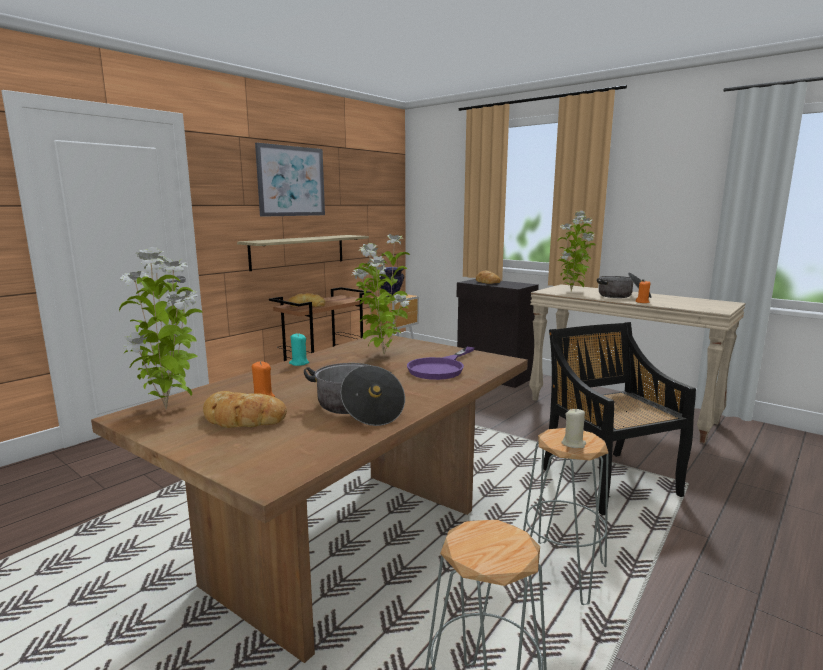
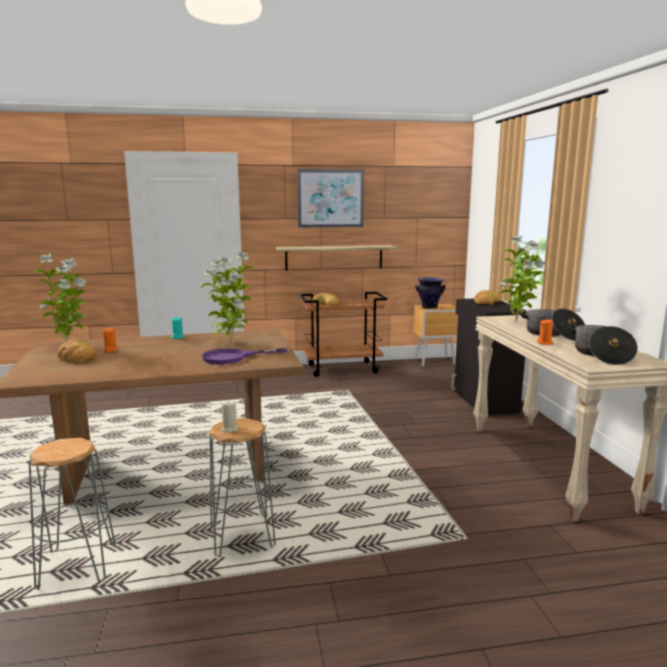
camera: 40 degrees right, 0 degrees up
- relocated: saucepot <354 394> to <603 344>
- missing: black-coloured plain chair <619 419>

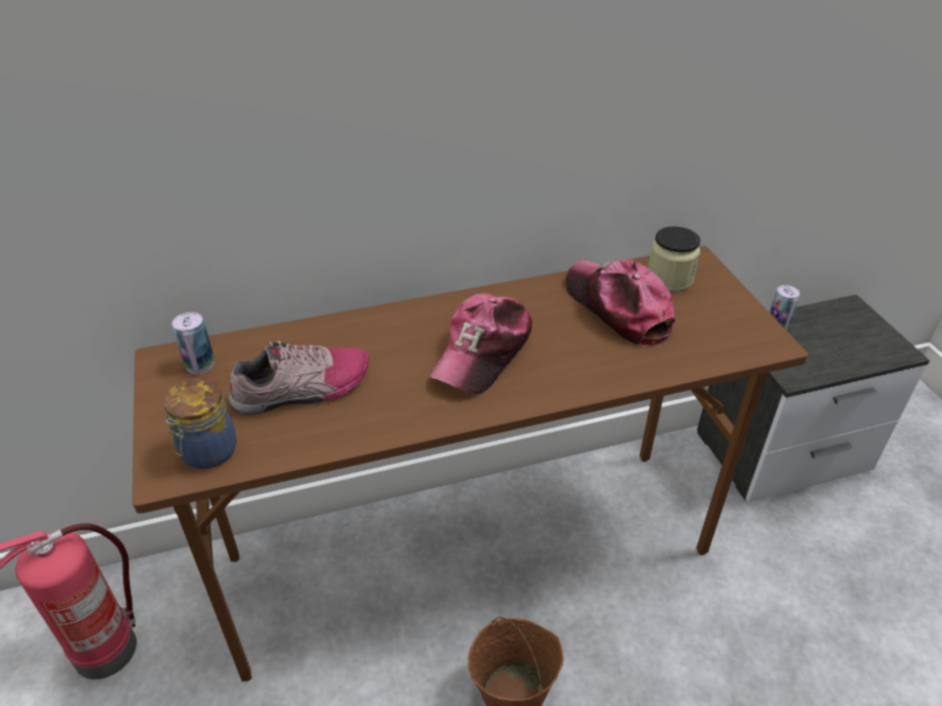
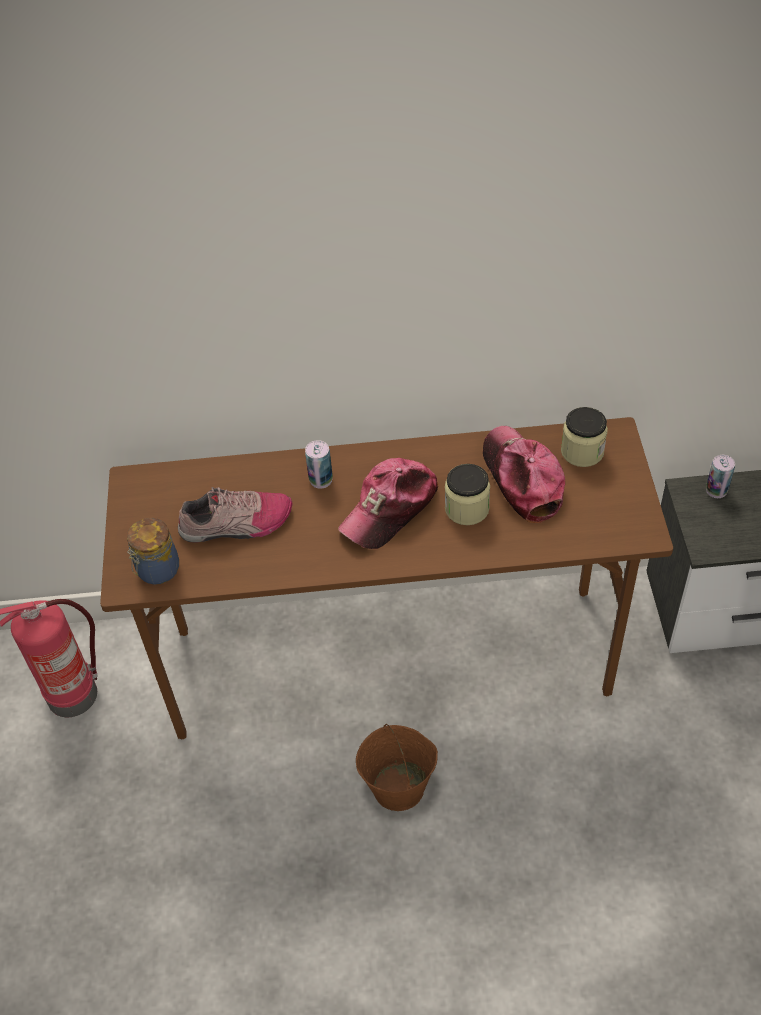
camera: 15 degrees right, 10 degrees up
- relocated: metal can <193 343> to <319 464>
- appeared: preserve jar <467 494>

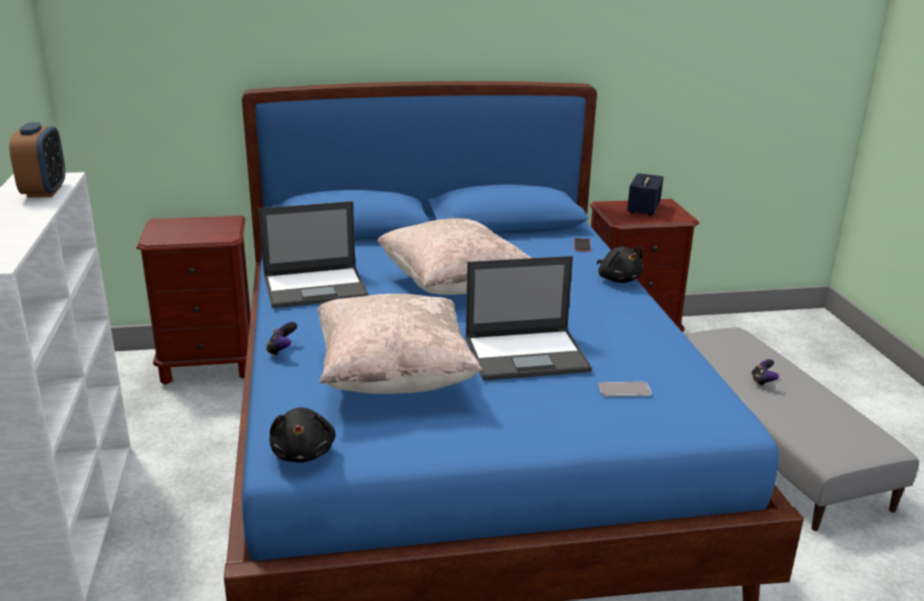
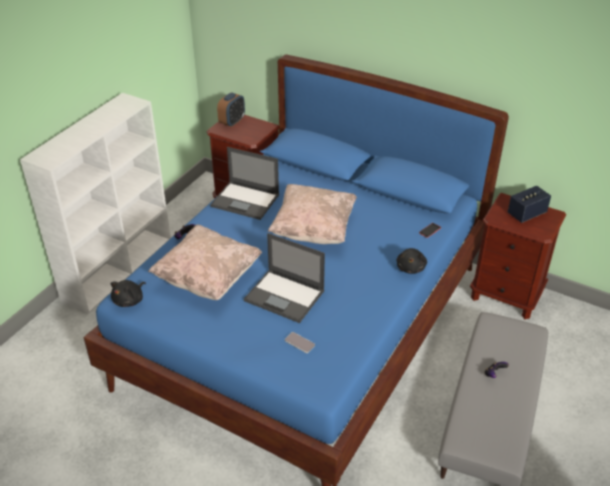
camera: 40 degrees right, 15 degrees up
- relocated: bedside clock <37 160> to <231 110>

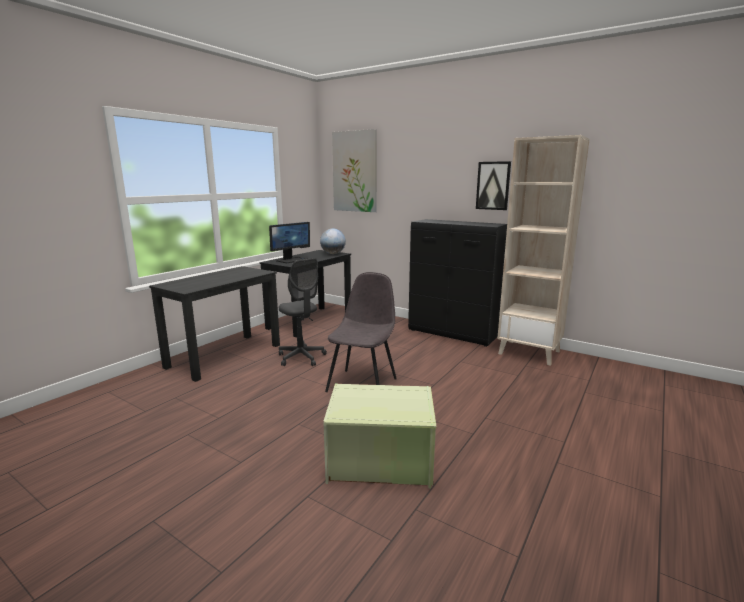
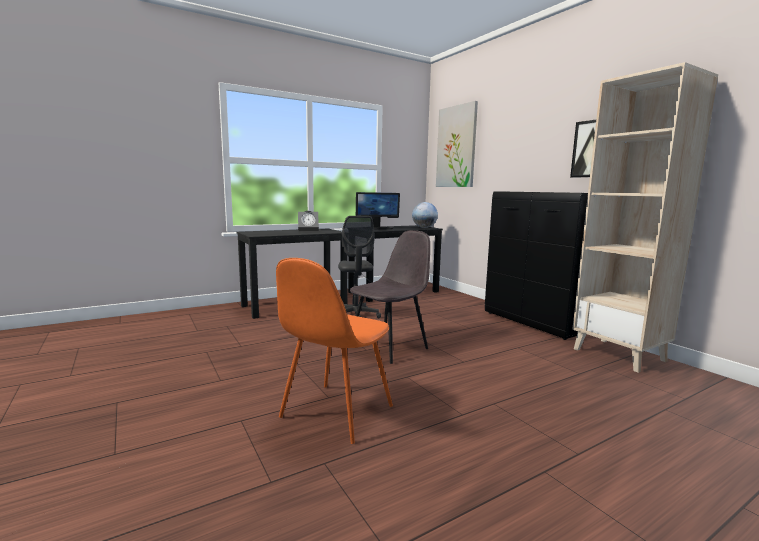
camera: 25 degrees right, 5 degrees down
- exchanged: green storage container <380 436> to orangey plain chair <334 351>
- appeared: bedside clock <308 221>

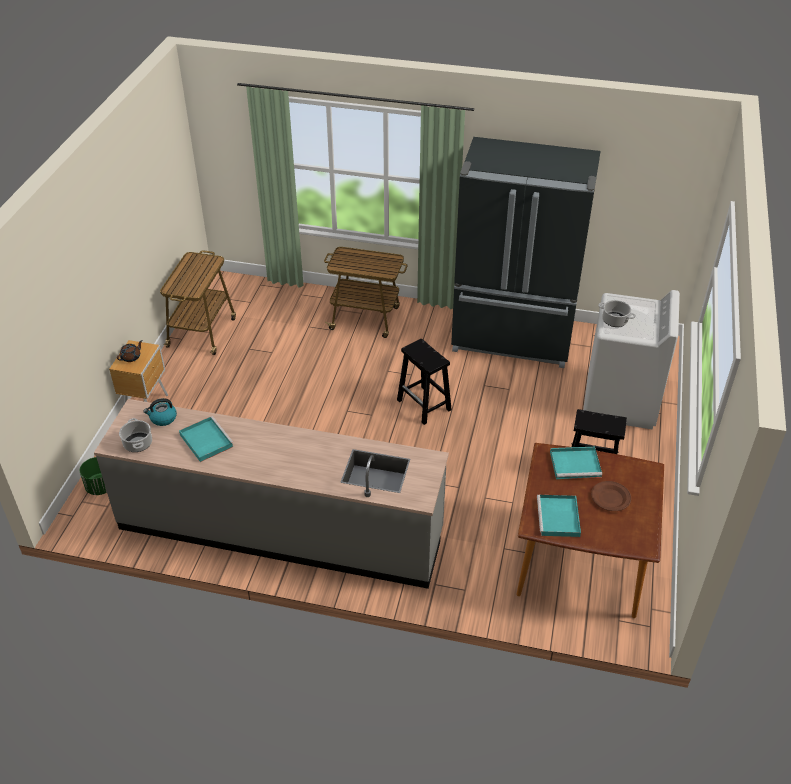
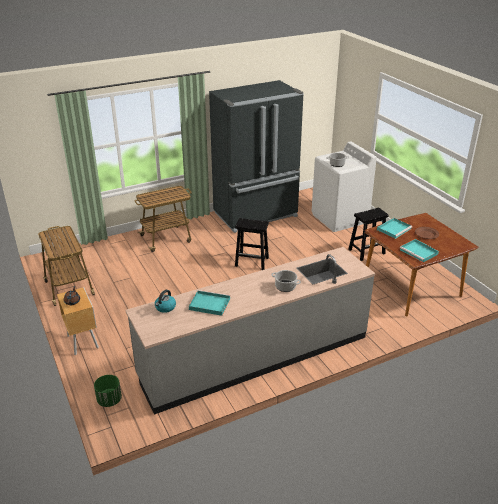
camera: 40 degrees left, 10 degrees down
- relocated: saucepot <135 435> to <286 281>

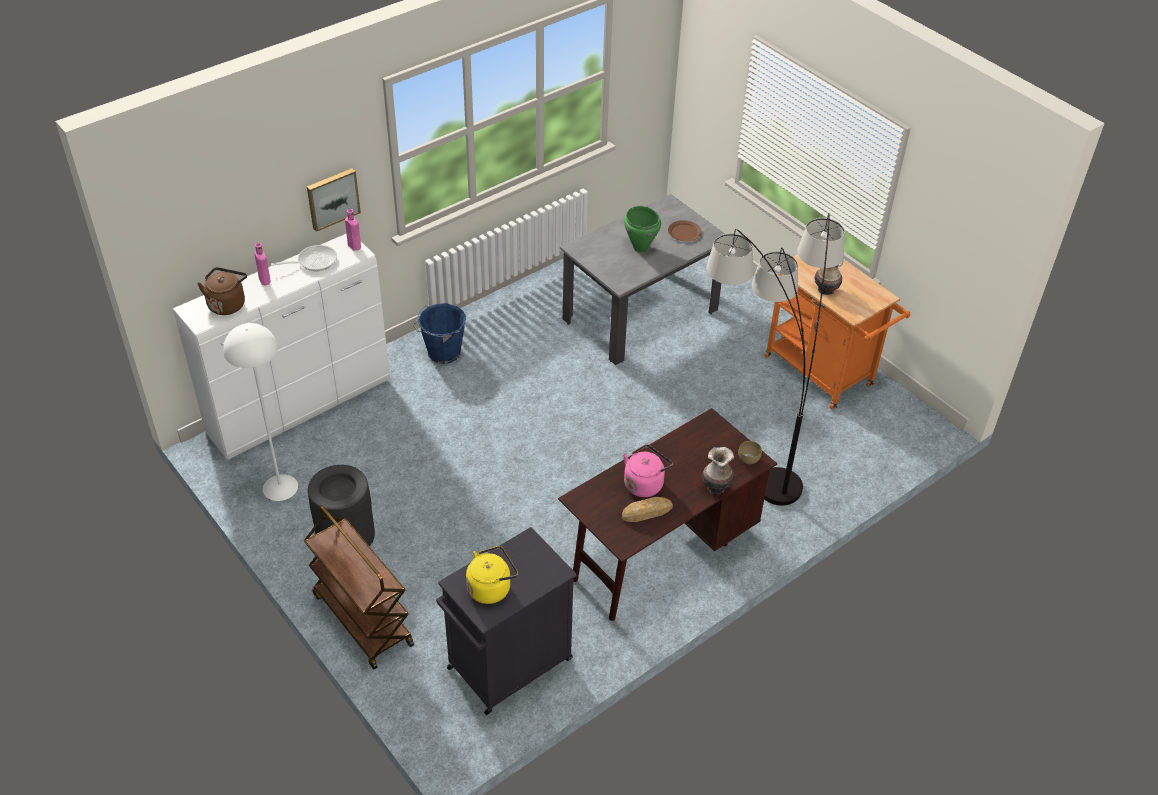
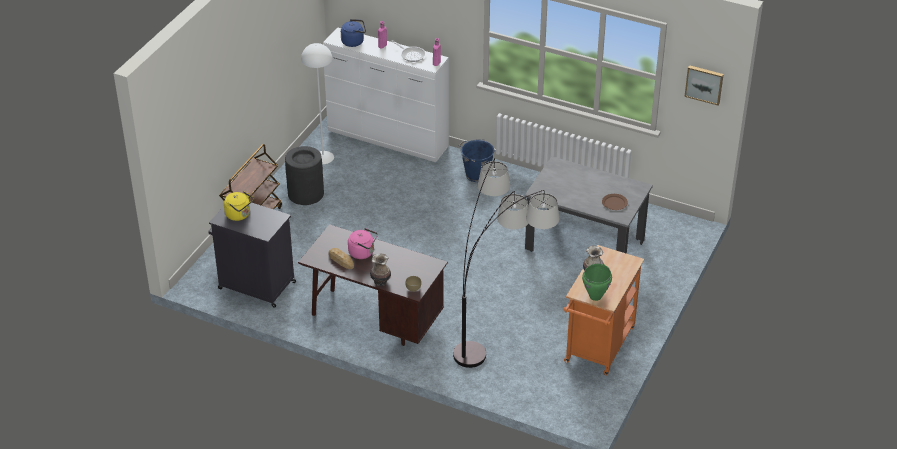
camera: 65 degrees right, 5 degrees down
- colour: brown-coloured tea kettle <222 291> to blue tea kettle <353 33>
- relocated: picture <334 200> to <704 85>
- relocated: green saucepot <642 229> to <597 282>

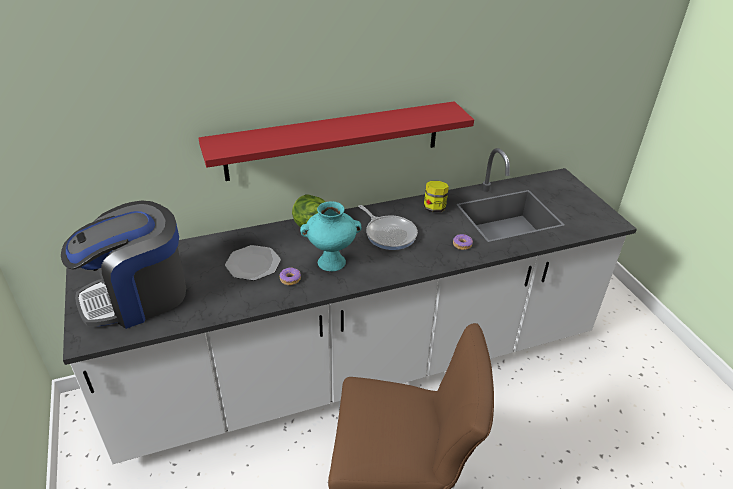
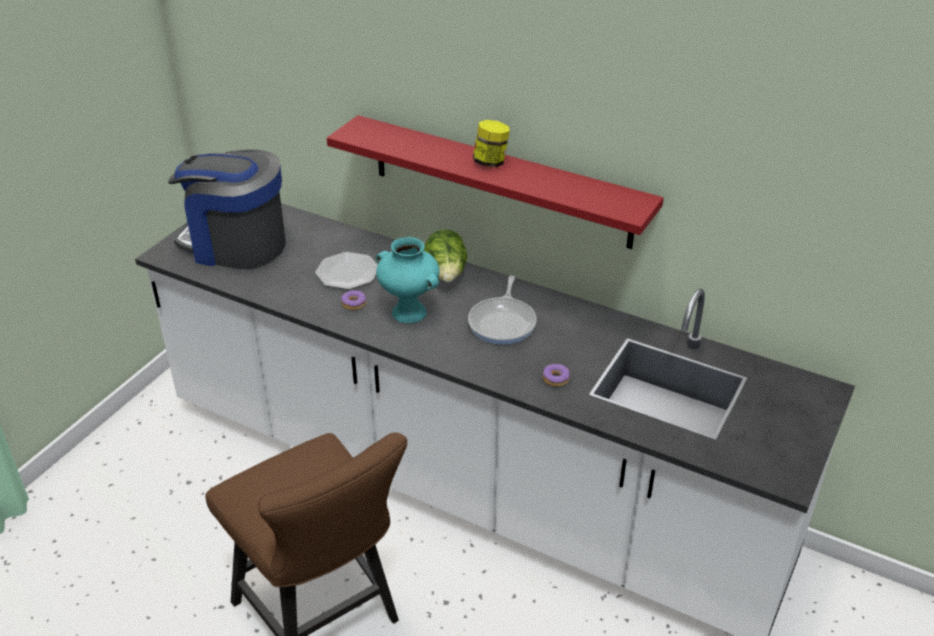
camera: 50 degrees right, 0 degrees up
- relocated: preserve jar <436 196> to <491 143>

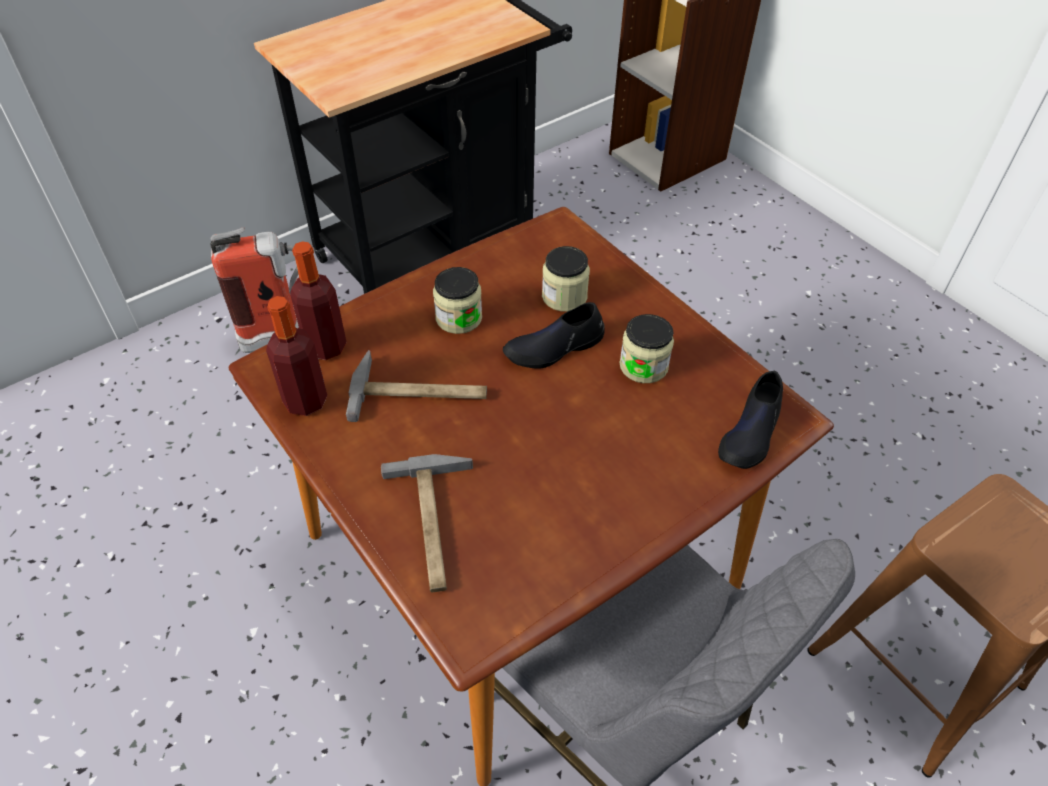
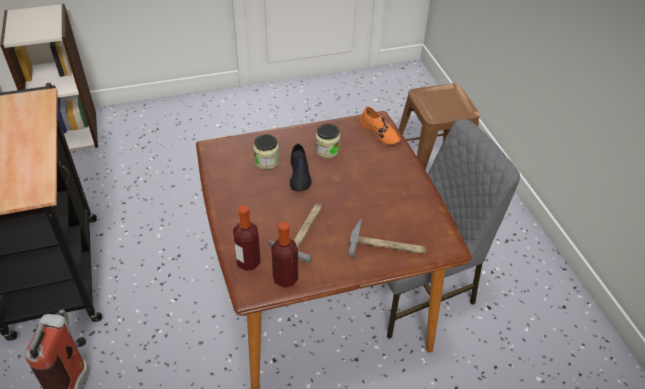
camera: 70 degrees left, 5 degrees down
- missing: preserve jar <457 300>
- colour: black-coloured low shoe <750 420> to orangey low shoe <380 125>

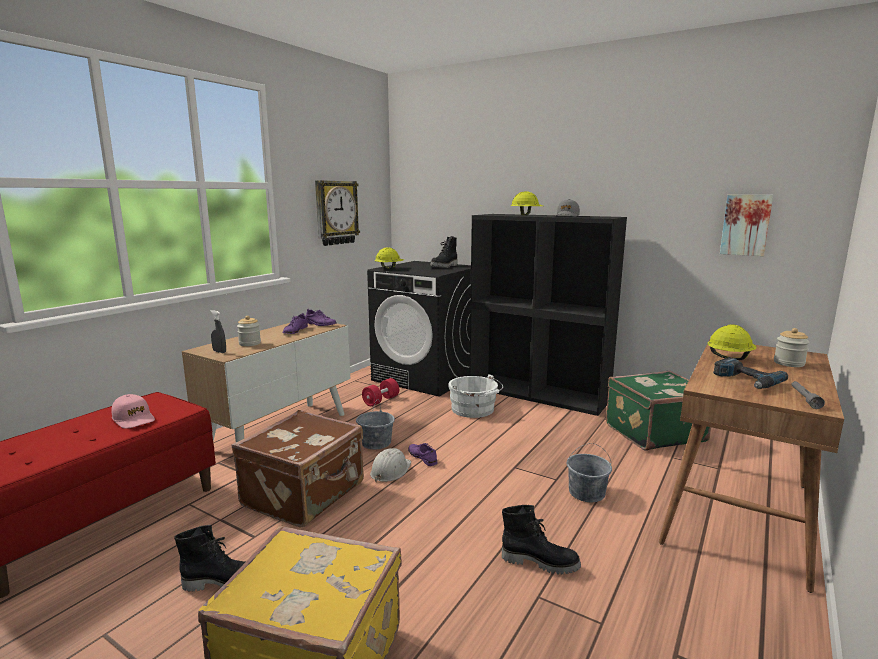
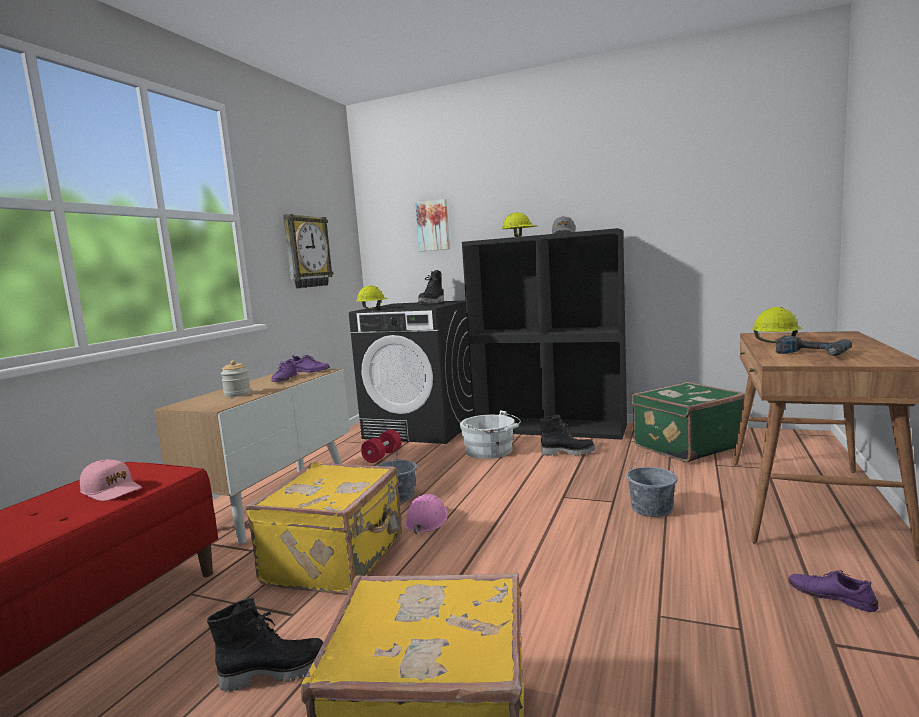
camera: 10 degrees left, 5 degrees down
- missing: gray spray bottle <218 331>
- colour: brown-coloured travel case <298 469> to yellowish travel case <324 528>
- colour: whitish work helmet <390 465> to pink-coloured work helmet <426 514>
- relocated: purple-coloured low shoe <422 454> to <833 591>
- relocated: black-coloured tall boot <541 539> to <567 435>
- relocated: picture <746 225> to <432 225>
- missing: preserve jar <791 347>
- missing: gray flashlight <808 395>

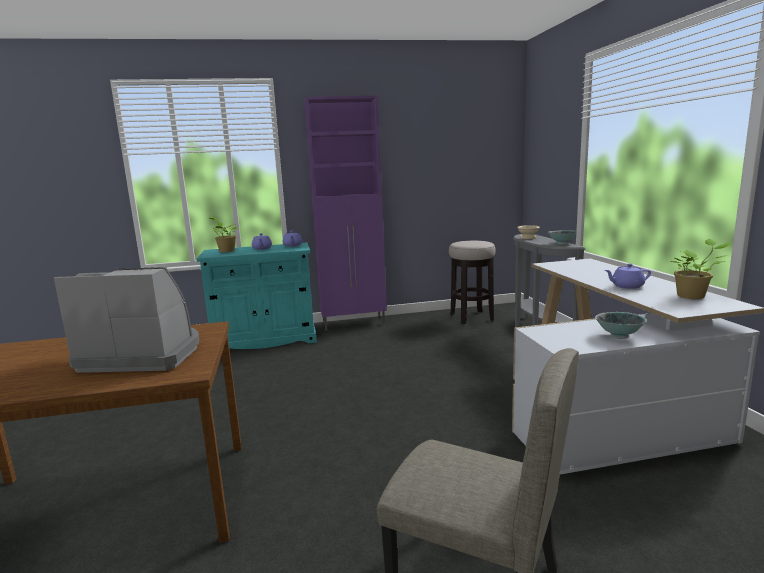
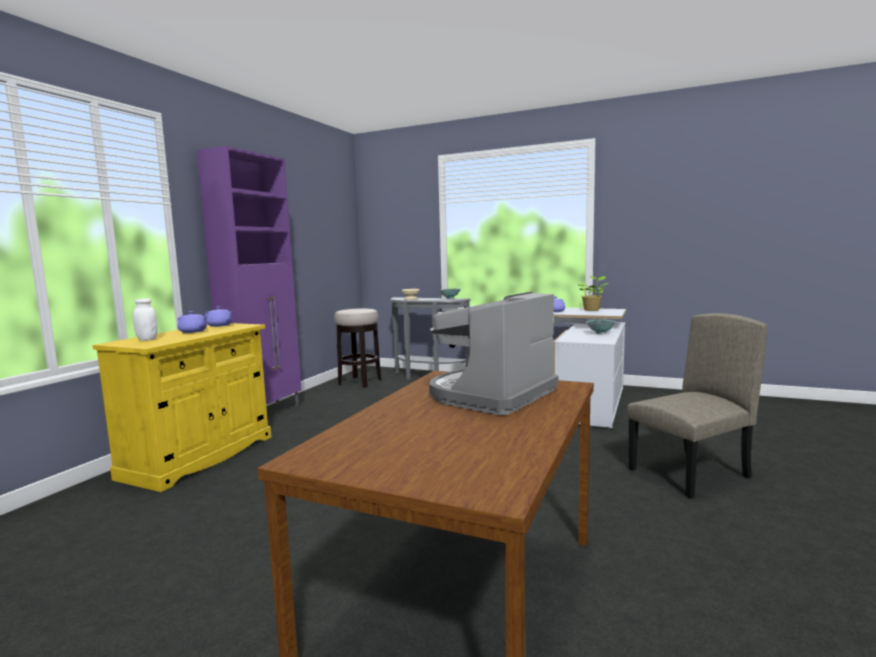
camera: 55 degrees left, 5 degrees down
- colour: turquoise storage cabinet <256 295> to yellowish storage cabinet <182 407>
- exchanged: potted plant <224 234> to whitish preserve jar <145 319>

